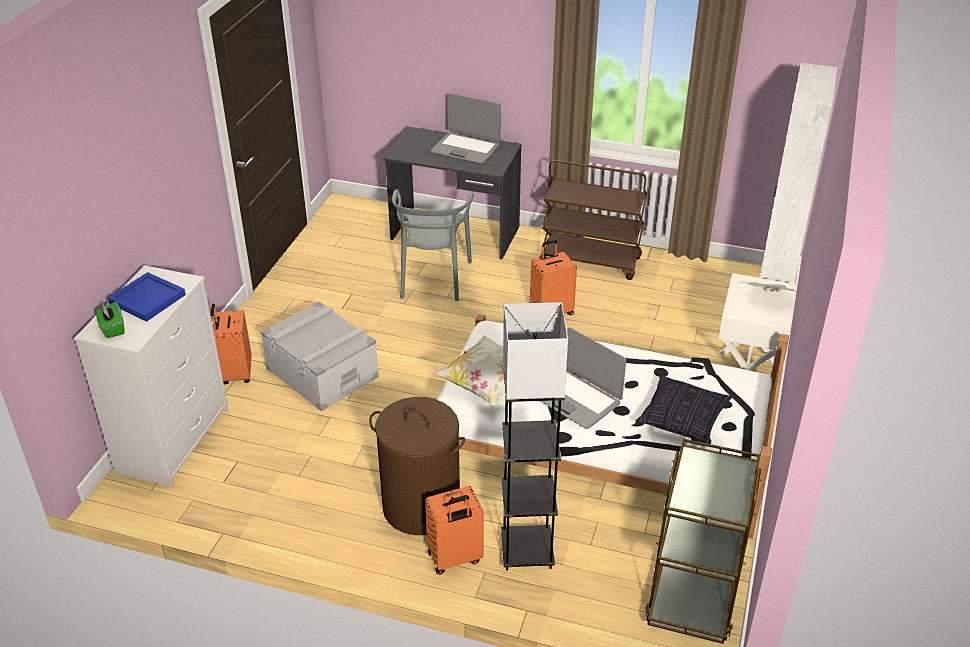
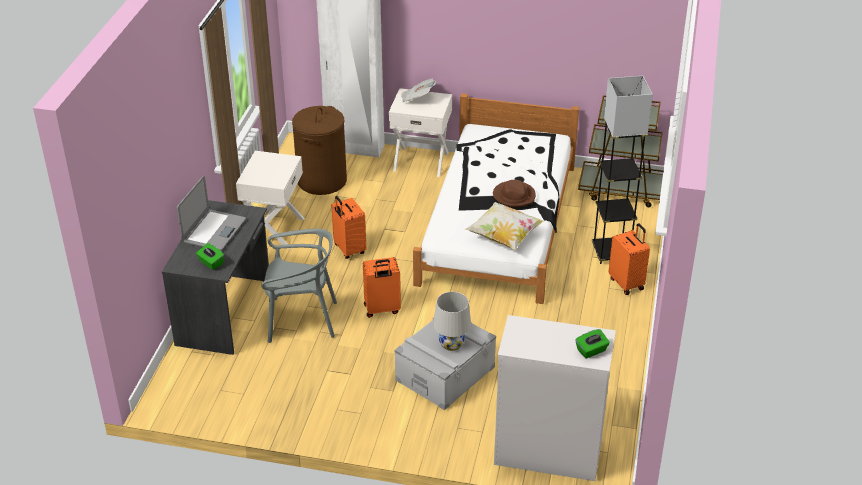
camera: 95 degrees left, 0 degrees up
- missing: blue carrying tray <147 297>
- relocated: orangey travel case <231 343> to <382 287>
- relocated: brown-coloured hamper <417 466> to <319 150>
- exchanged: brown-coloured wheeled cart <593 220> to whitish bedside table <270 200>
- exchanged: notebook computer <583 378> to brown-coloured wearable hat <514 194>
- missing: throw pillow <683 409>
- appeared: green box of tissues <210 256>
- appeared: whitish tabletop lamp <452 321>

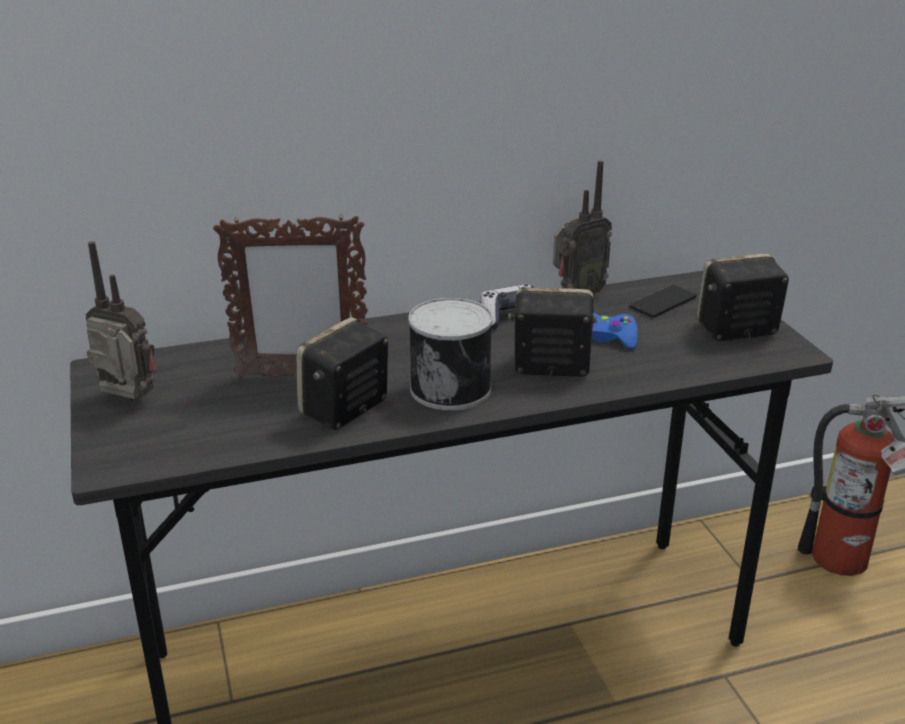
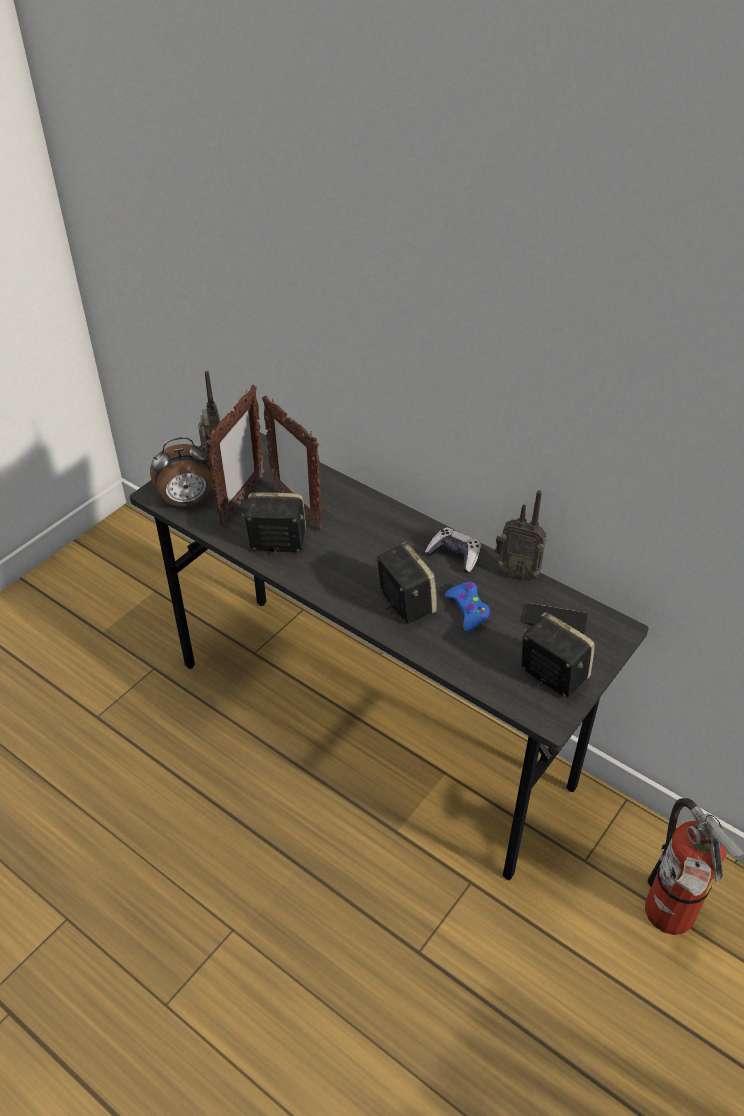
camera: 55 degrees right, 15 degrees up
- missing: metal can <450 354>
- appeared: bedside clock <181 472>
- appeared: picture frame <235 455>

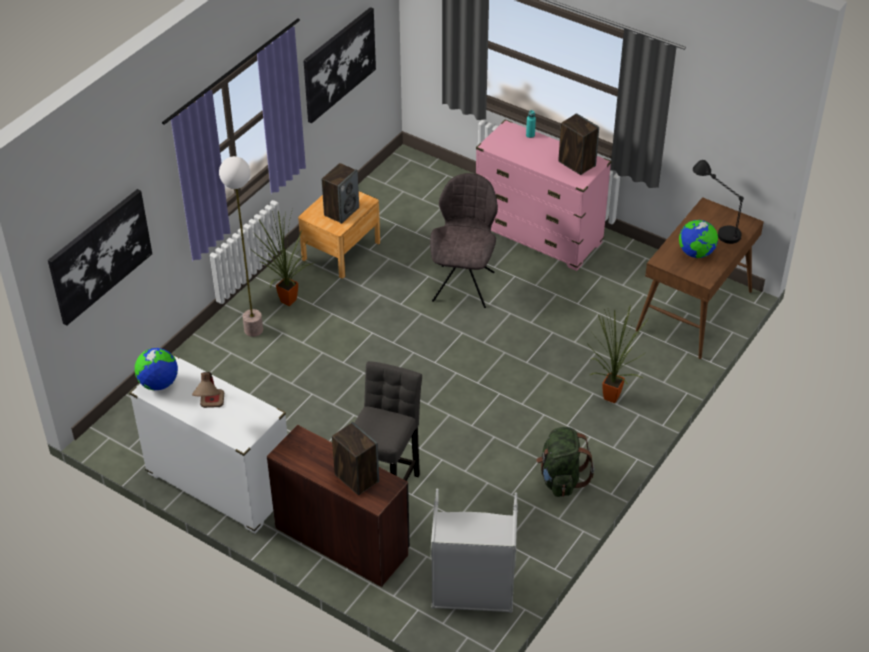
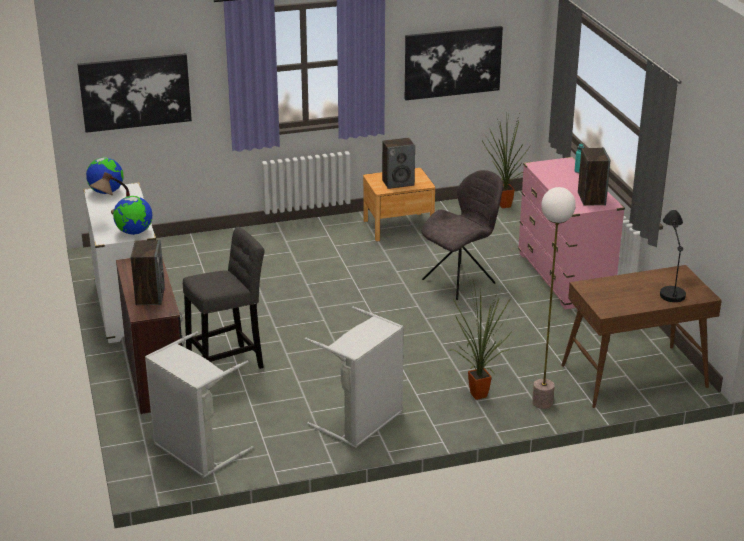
camera: 40 degrees right, 15 degrees down
- relocated: standing lamp <241 246> to <554 298>
- relocated: potted plant <282 257> to <506 162>
- exchanged: green rucksack <565 462> to gray hamper <354 377>
- relocated: globe <698 239> to <132 215>

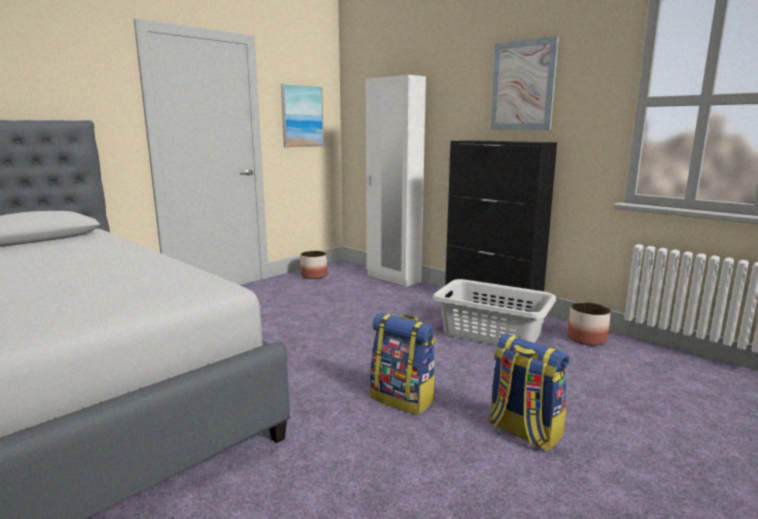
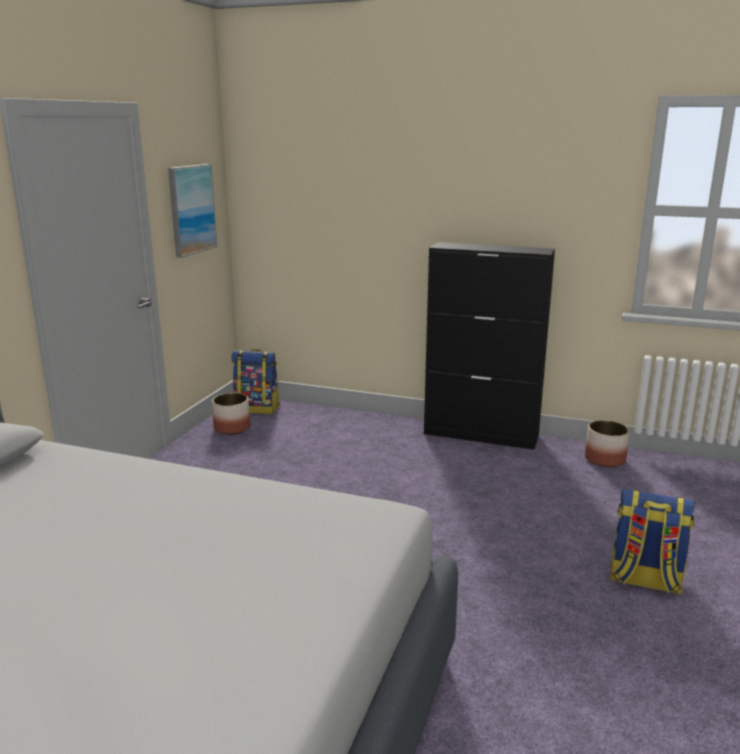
camera: 25 degrees left, 5 degrees up
- missing: whitish armoire <396 181>
- relocated: rucksack <402 364> to <255 381>
- missing: gray hamper <494 312>
- missing: picture <524 83>

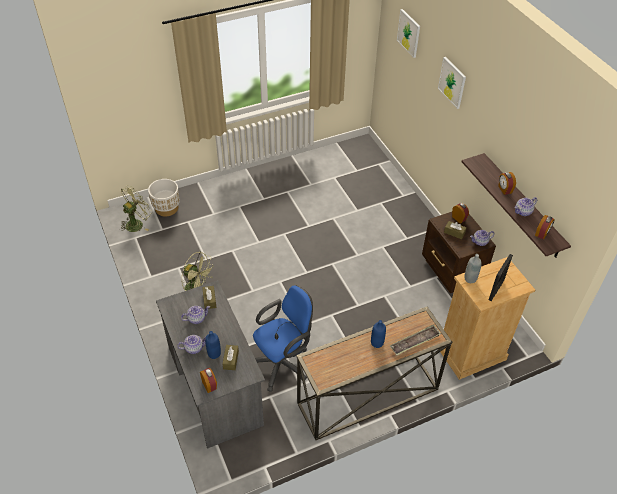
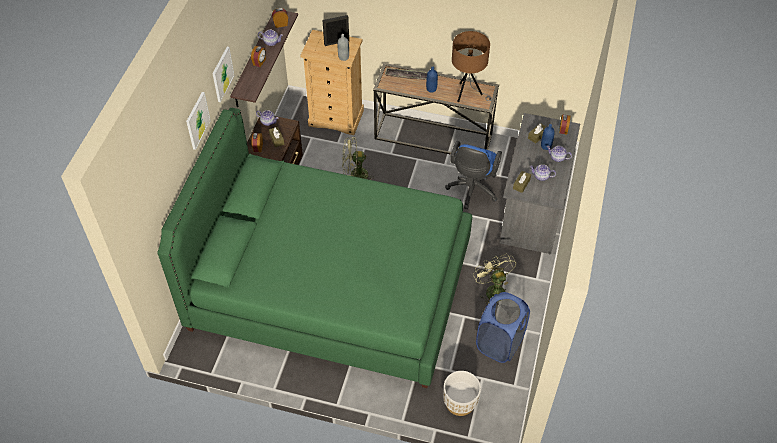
camera: 140 degrees left, 5 degrees up
- relocated: green electric fan <136 208> to <358 158>
- spun: blue desk chair <283 338> = <473 175> 75 degrees counterclockwise
- relocated: picture <408 33> to <223 74>
- appeared: green bedroom bed <314 248>
- appeared: brown-coloured tabletop lamp <472 66>
- appeared: blue hamper <503 327>

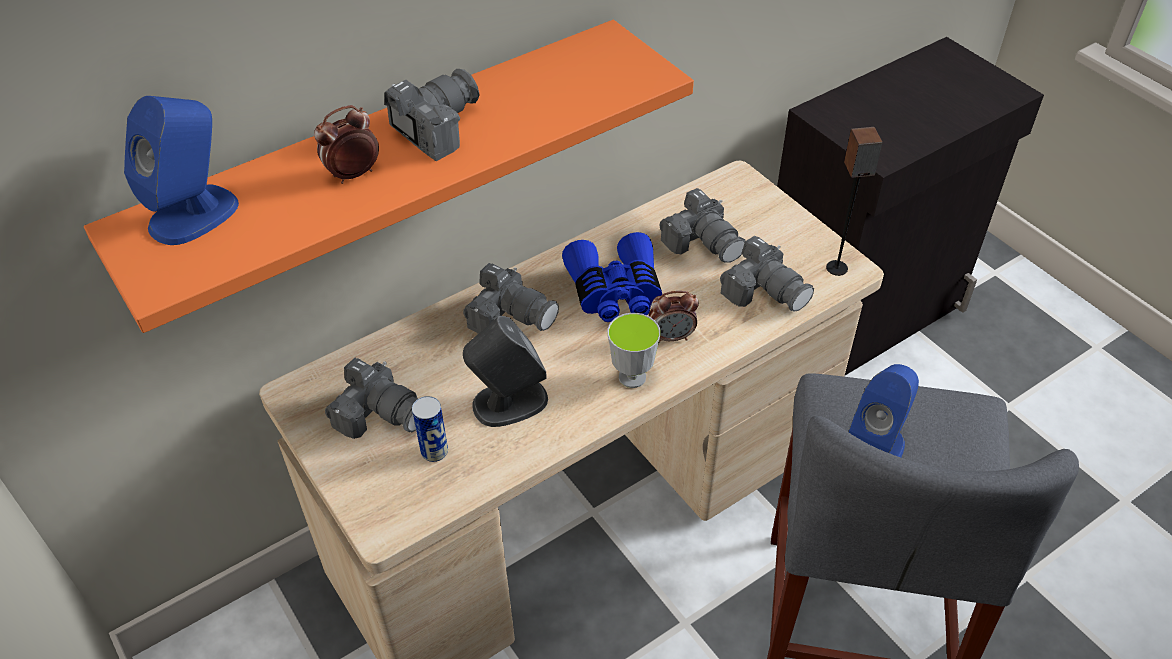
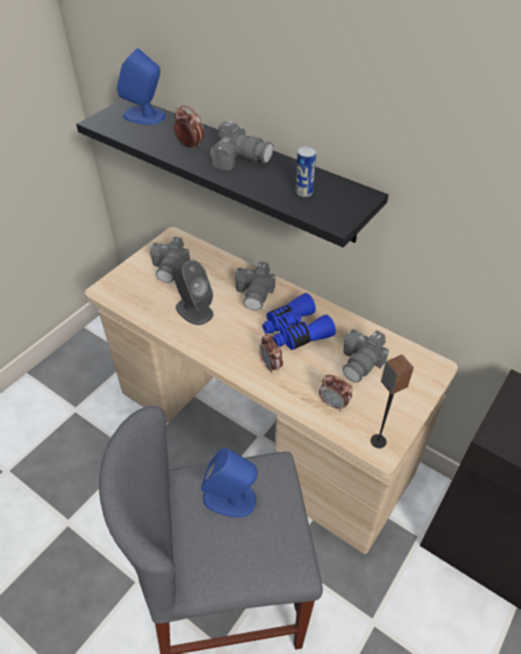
camera: 70 degrees right, 0 degrees up
- colour: orangey wall shelf <389 176> to black-coloured wall shelf <232 173>
- relocated: metal can <430 429> to <306 171>
- missing: small cup <634 350>
- exchanged: photo camera <767 274> to bedside clock <336 393>

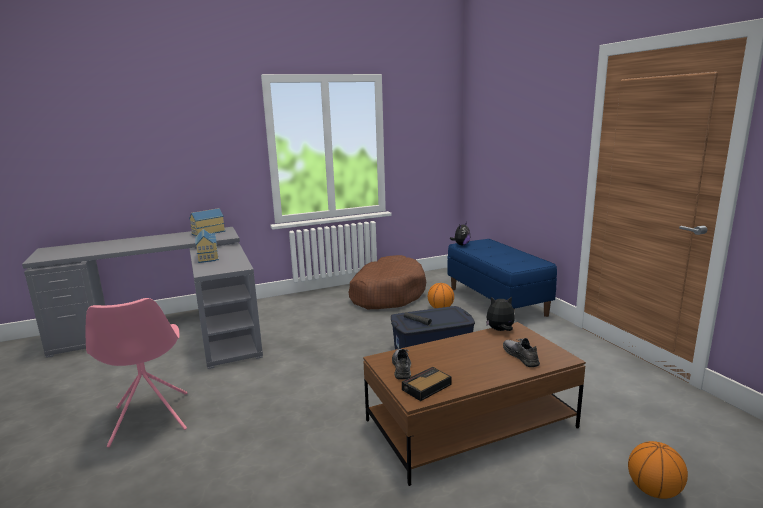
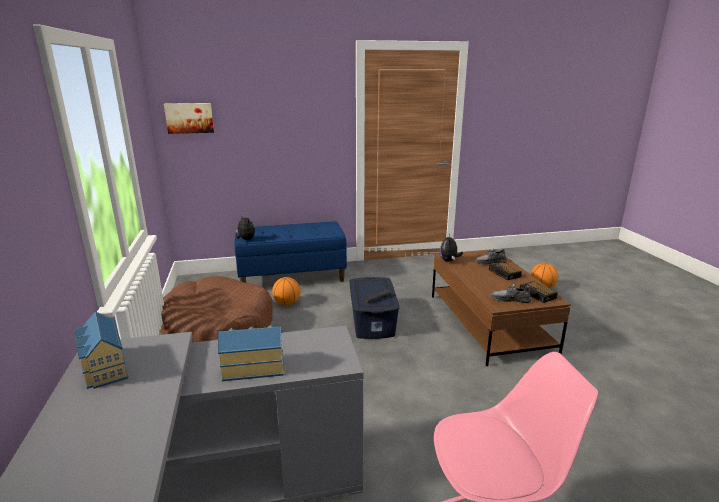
camera: 80 degrees left, 5 degrees up
- appeared: picture <189 118>
- appeared: bedside clock <505 271>

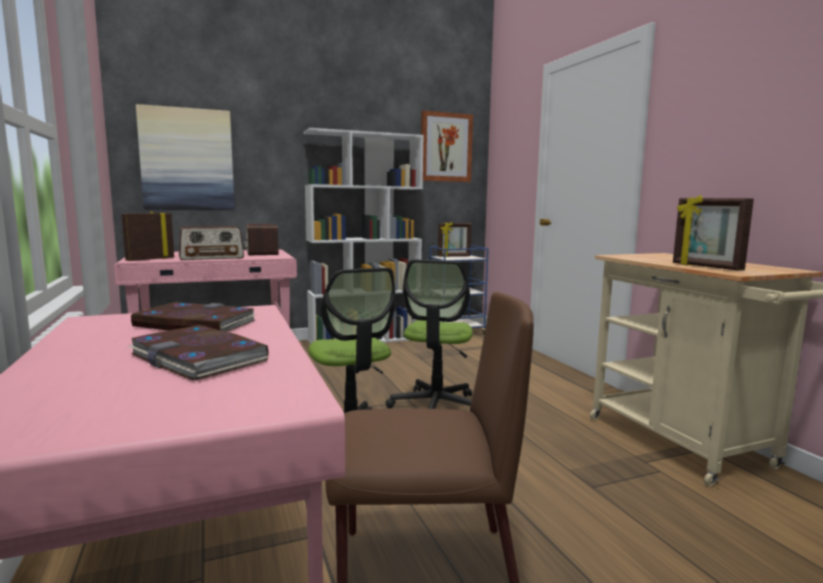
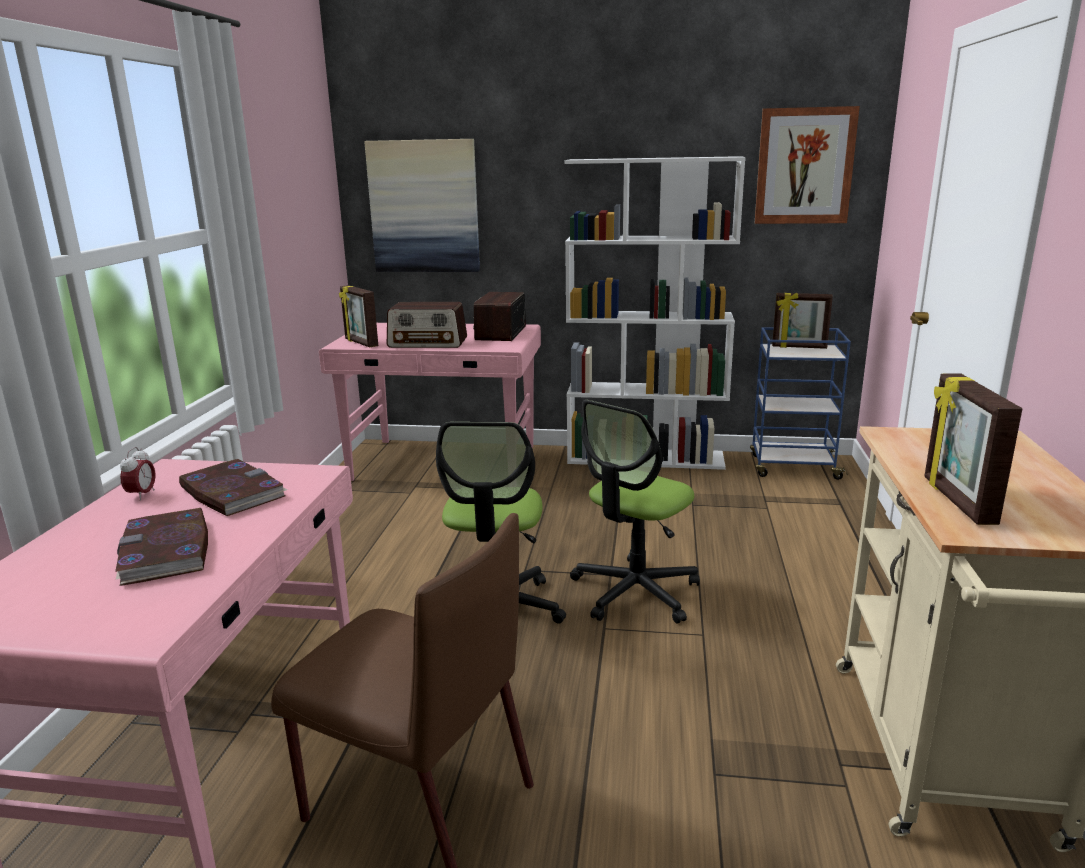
camera: 30 degrees right, 10 degrees up
- spun: picture frame <148 236> = <358 316> 105 degrees counterclockwise
- appeared: bedside clock <138 474>

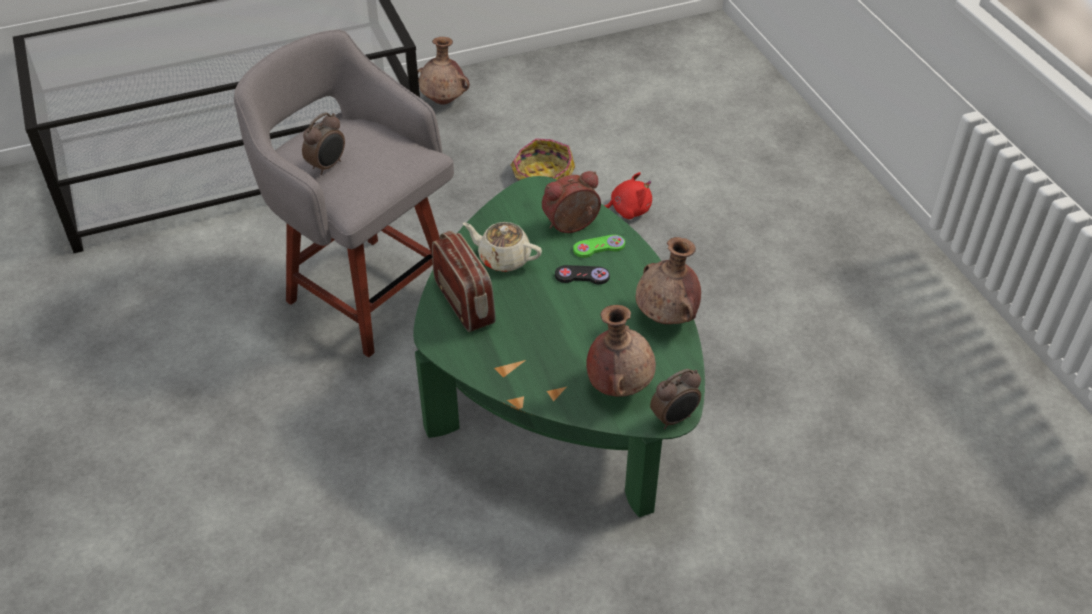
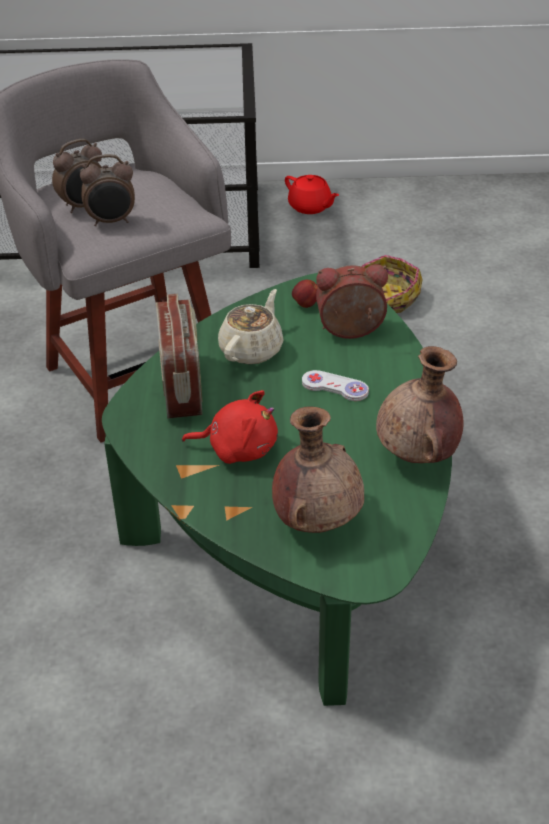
camera: 20 degrees right, 5 degrees down
- exchanged: brown-coloured flower vase <444 71> to red pot for tea <312 194>
- spun: sand-coloured pot for tea <502 247> = <250 326> 75 degrees clockwise
- colour: black-coloured joypad <582 274> to whitish joypad <335 385>
- missing: green joypad <599 246>
- relocated: red soft toy <628 195> to <230 427>
- relocated: bedside clock <675 399> to <107 190>
- appeared: whole apple <305 294>

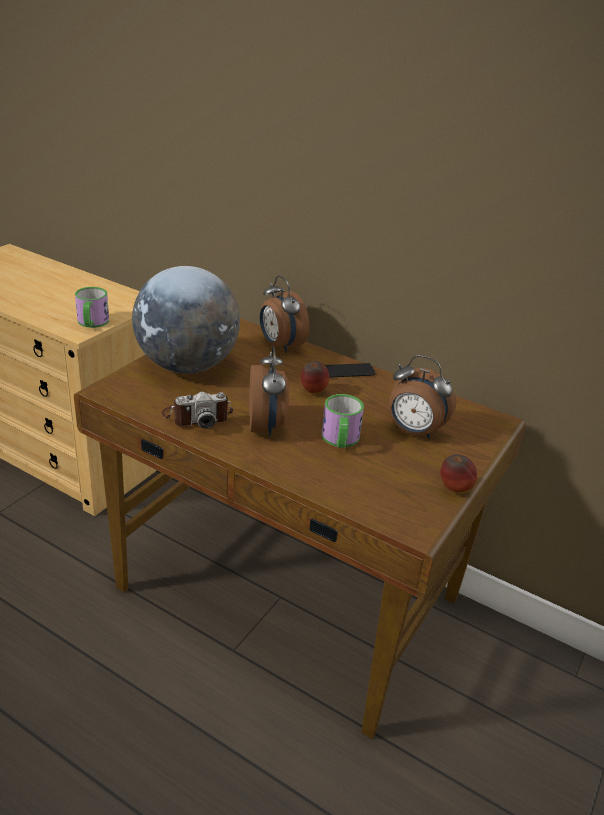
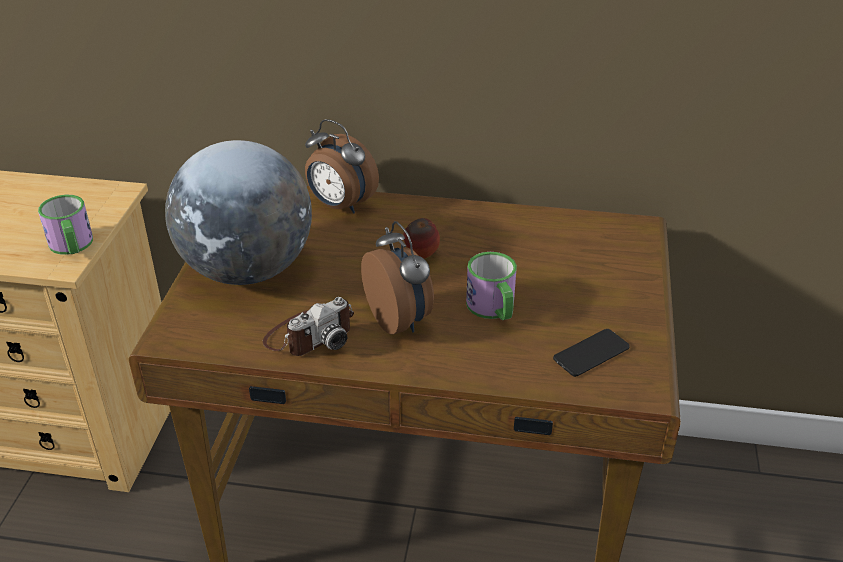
camera: 20 degrees left, 5 degrees up
- relocated: phone <350 370> to <591 353>
- missing: bedside clock <422 397>
- missing: whole apple <458 473>

